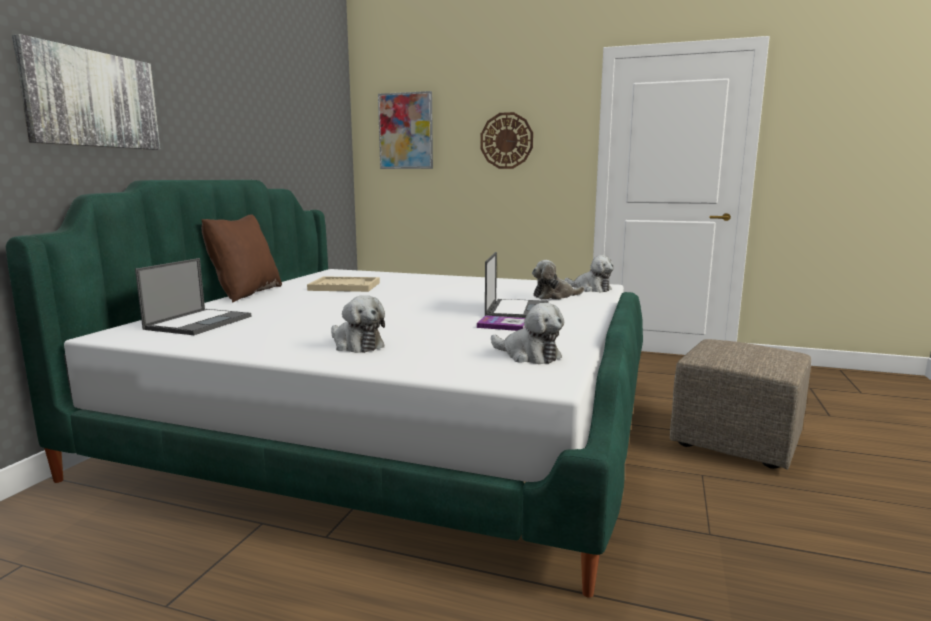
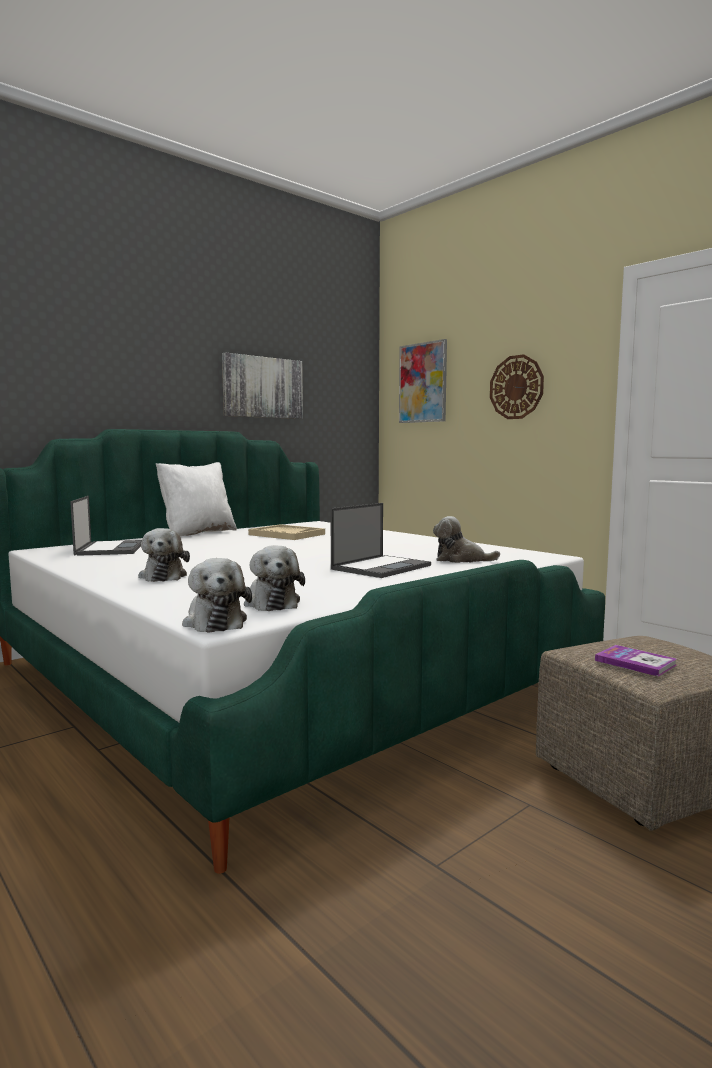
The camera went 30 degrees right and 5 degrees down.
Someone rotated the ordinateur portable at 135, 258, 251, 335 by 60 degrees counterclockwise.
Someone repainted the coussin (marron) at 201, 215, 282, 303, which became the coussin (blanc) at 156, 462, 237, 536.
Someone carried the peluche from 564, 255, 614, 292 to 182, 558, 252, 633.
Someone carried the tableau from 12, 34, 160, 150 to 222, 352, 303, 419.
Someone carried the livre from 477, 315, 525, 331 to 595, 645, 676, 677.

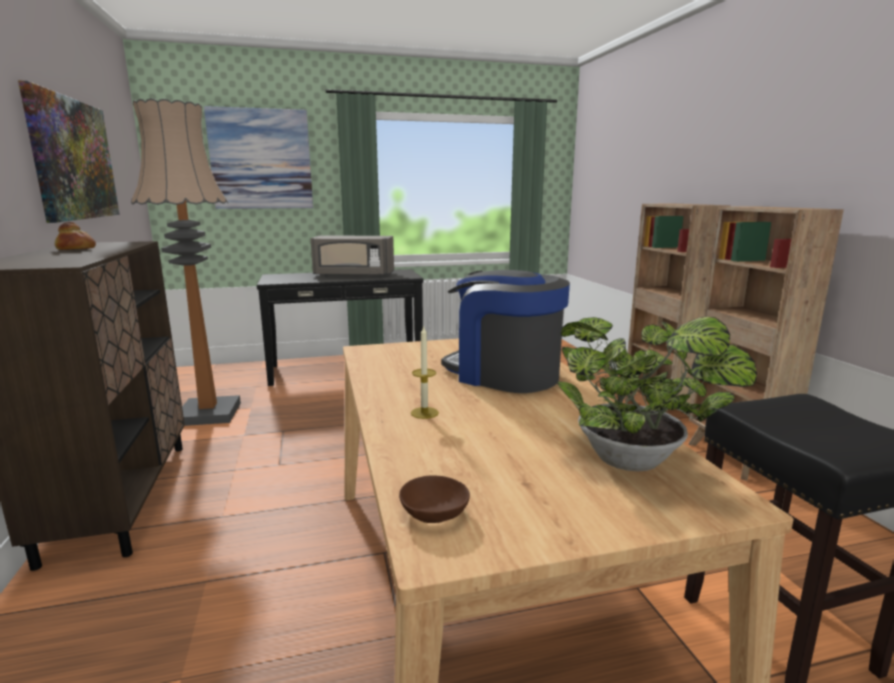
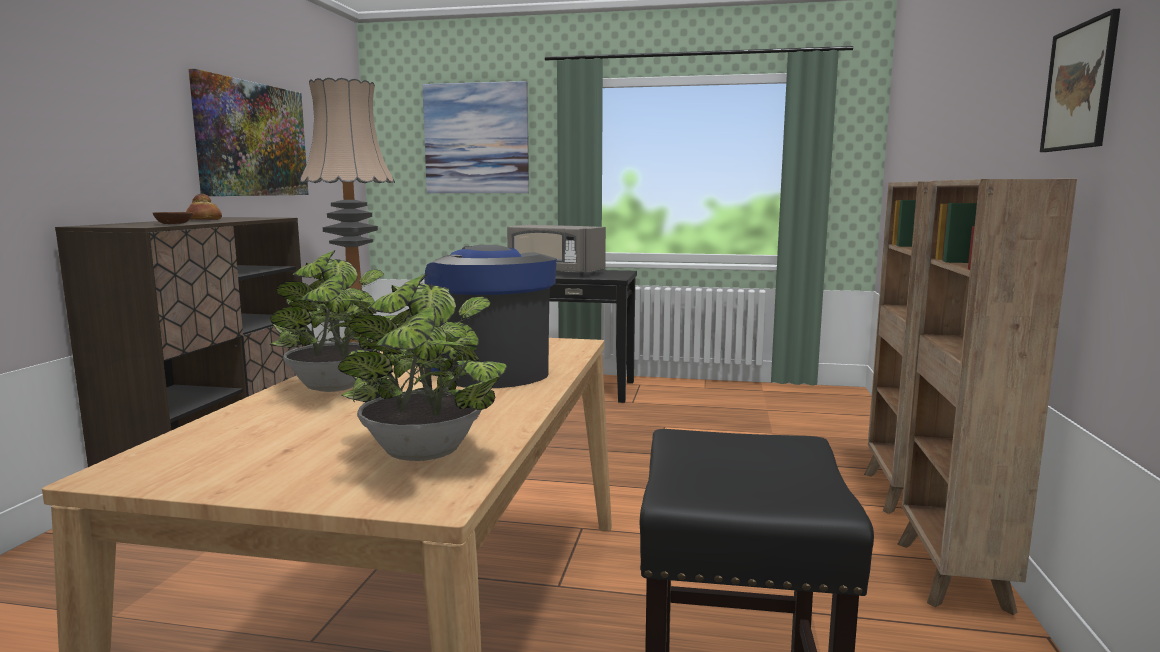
The camera went 25 degrees right and 5 degrees down.
Someone carried the bol (marron) from 399, 475, 470, 523 to 153, 212, 193, 224.
Someone swapped the bougie at 411, 325, 439, 419 for the plante en pot at 270, 250, 384, 392.
Someone put up the tableau at 1040, 9, 1120, 152.

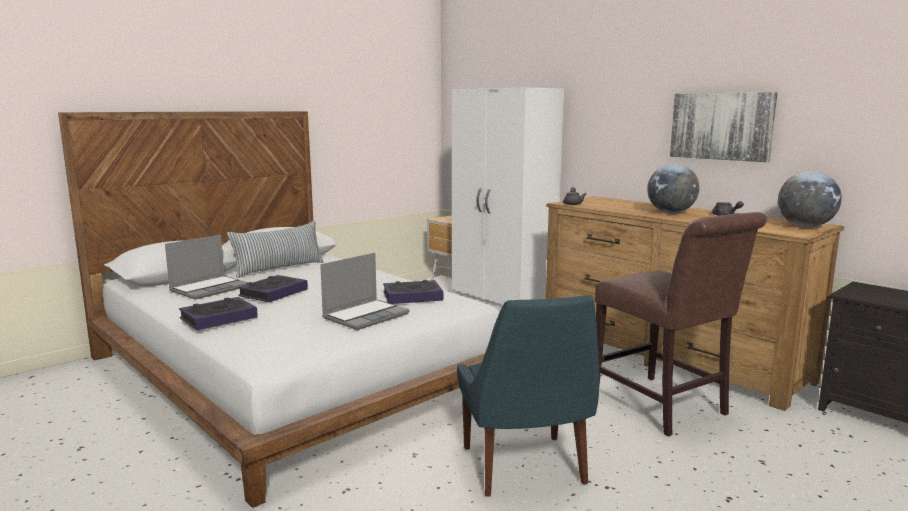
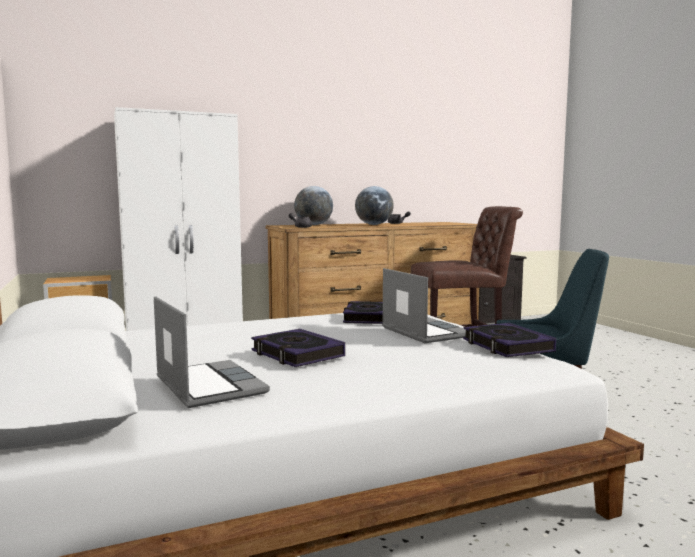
The camera went 70 degrees left and 5 degrees down.
Someone carried the globe from 778, 171, 842, 227 to 294, 186, 333, 225.
Someone carried the livre from 179, 297, 258, 331 to 463, 323, 556, 357.
Someone took away the coussin at 227, 221, 324, 278.
Someone took away the tableau at 670, 92, 778, 162.

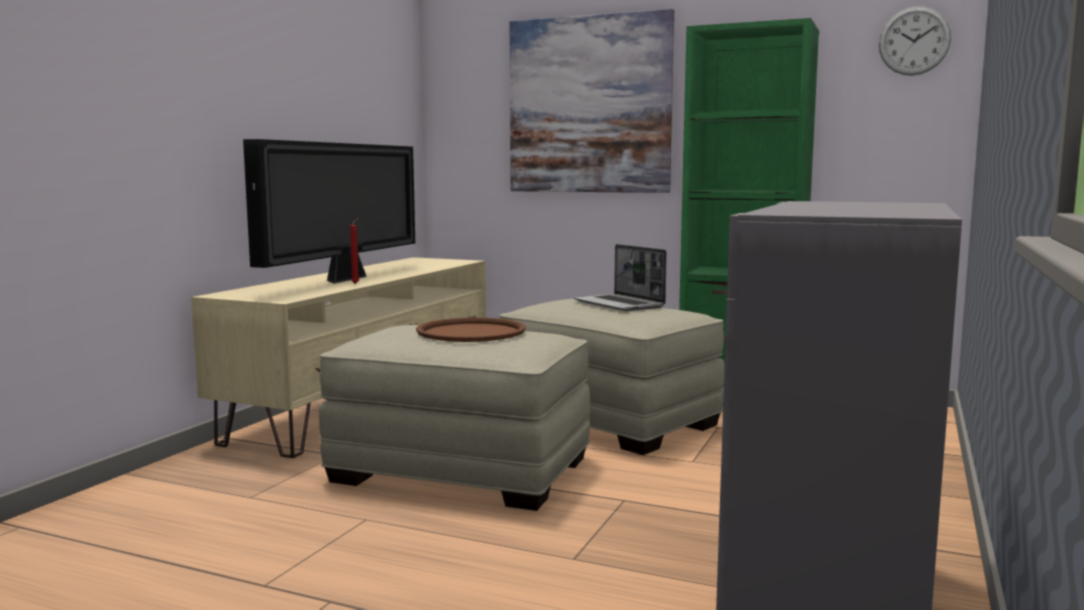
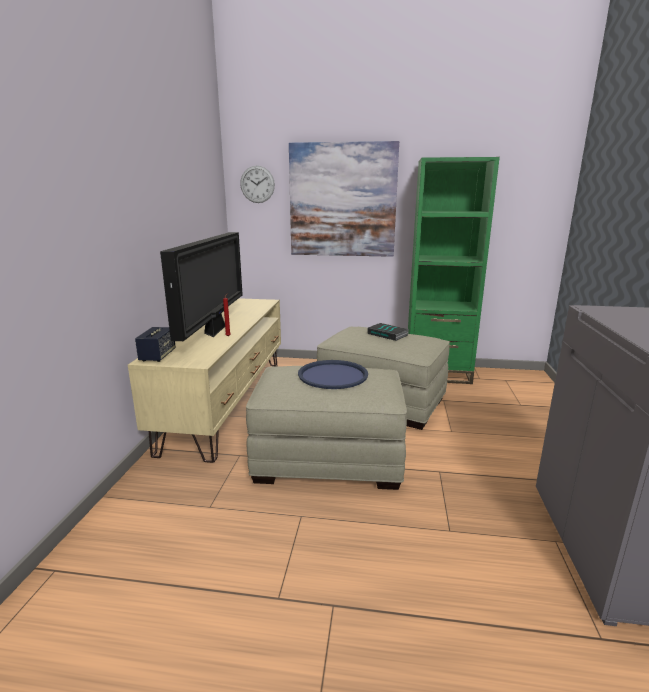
The camera went 15 degrees left and 10 degrees up.
Someone put down the enceinte at 135, 327, 176, 362.
Someone carried the horloge murale from 878, 6, 951, 76 to 240, 166, 275, 203.
Someone repainted the plateau (marron) at 416, 317, 526, 342, which became the plateau (bleu) at 298, 360, 368, 389.
Someone swapped the ordinateur portable at 574, 244, 667, 311 for the livre at 368, 323, 409, 341.

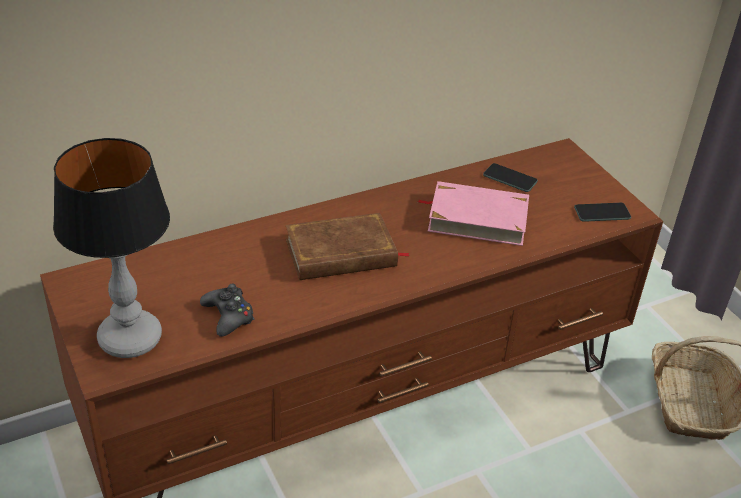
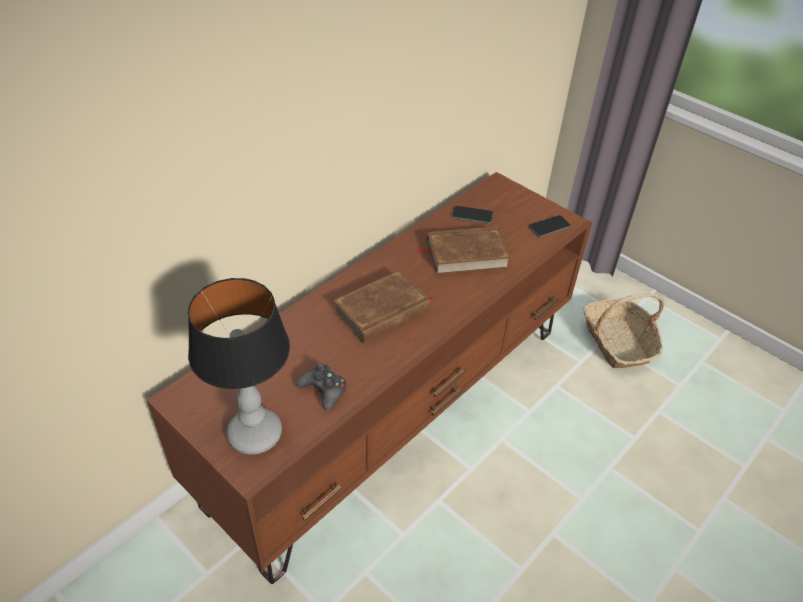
The camera went 20 degrees left and 5 degrees up.
Someone repainted the livre (rose) at 418, 181, 529, 246, which became the livre (marron) at 416, 227, 511, 275.

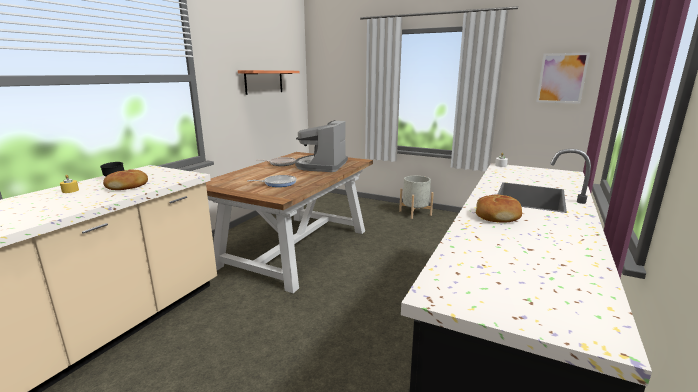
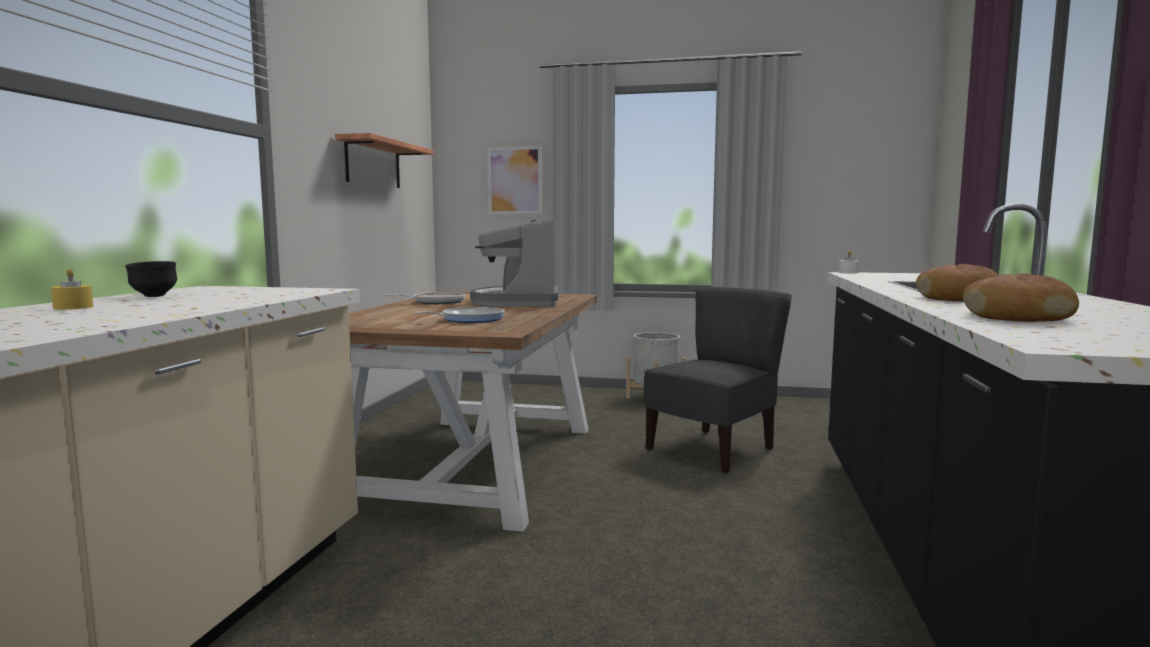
The camera went 15 degrees left and 10 degrees down.
Someone carried the tableau from 536, 53, 590, 104 to 487, 146, 542, 215.
Someone put down the chaise (gris) at 644, 287, 792, 474.
Someone carried the pain from 103, 169, 148, 190 to 963, 273, 1079, 322.

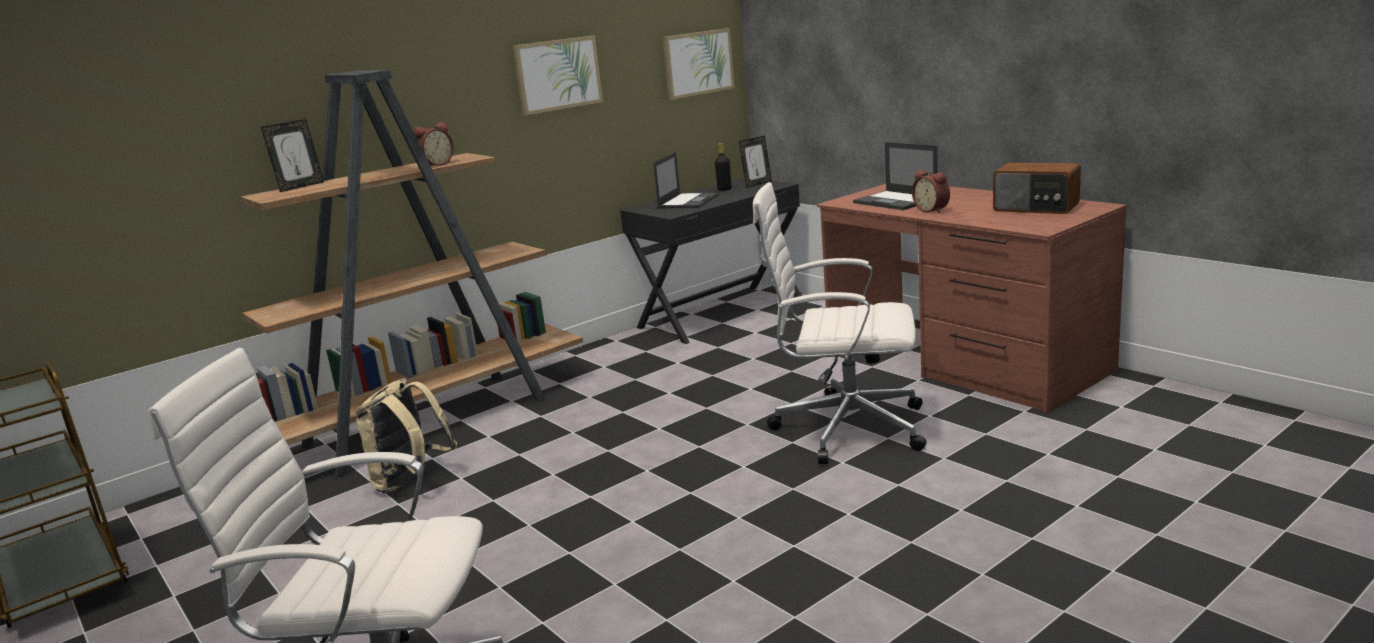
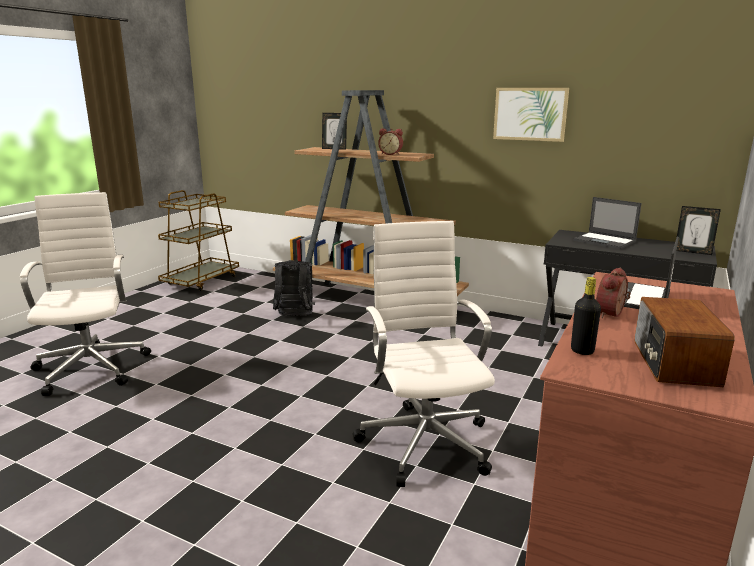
The camera went 65 degrees right and 0 degrees up.
Someone repainted the sac à dos (beige) at 356, 378, 457, 494, which became the sac à dos (noir) at 273, 260, 315, 316.
Someone carried the bouteille (noir) from 715, 143, 731, 191 to 571, 277, 601, 355.
Someone rotated the ordinateur portable at 653, 152, 719, 208 by 45 degrees clockwise.
Someone took away the tableau at 662, 28, 735, 100.

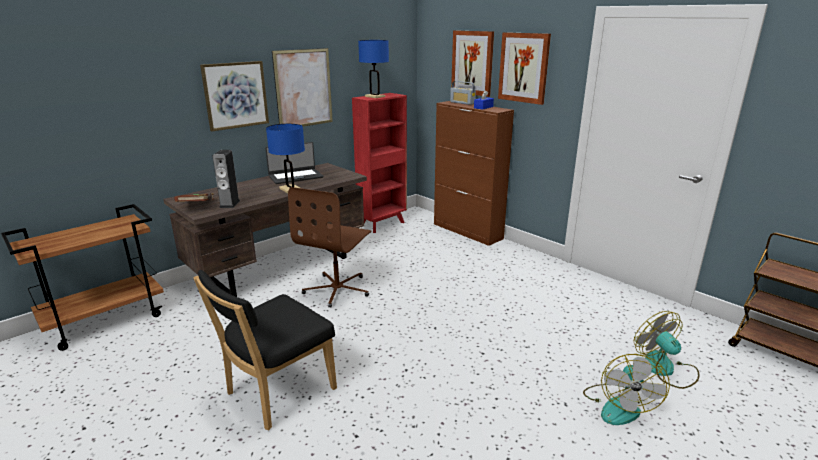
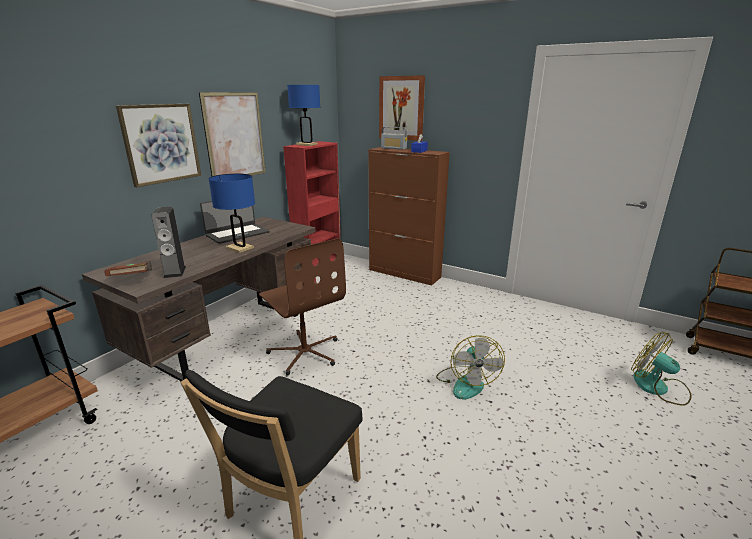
The camera went 15 degrees left and 0 degrees up.
Someone rotated the chaise de bureau (marron) at 288, 187, 371, 308 by 45 degrees counterclockwise.
Someone carried the ventilateur from 583, 354, 670, 425 to 436, 335, 505, 399.
Someone took away the tableau at 498, 32, 551, 105.

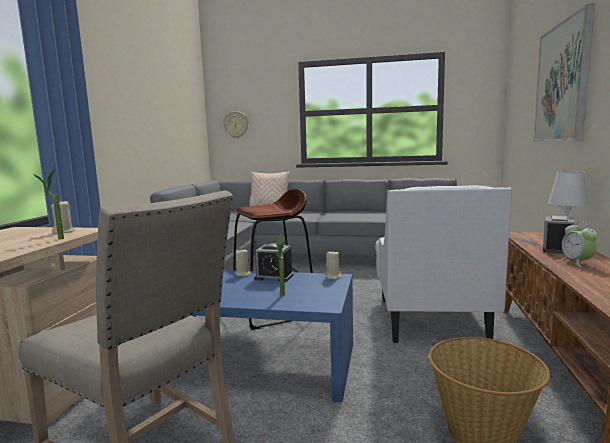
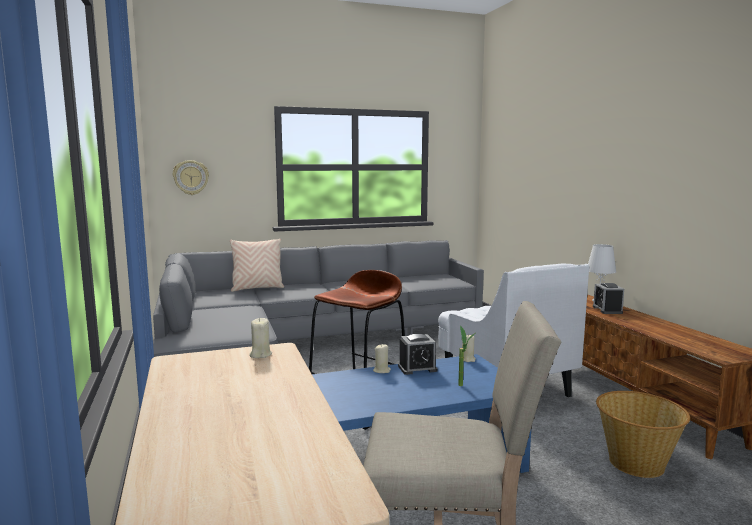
The camera went 30 degrees left and 0 degrees up.
Someone took away the plante en pot at 32, 168, 64, 240.
Someone took away the tableau at 533, 3, 595, 142.
Someone took away the réveil at 560, 221, 597, 267.

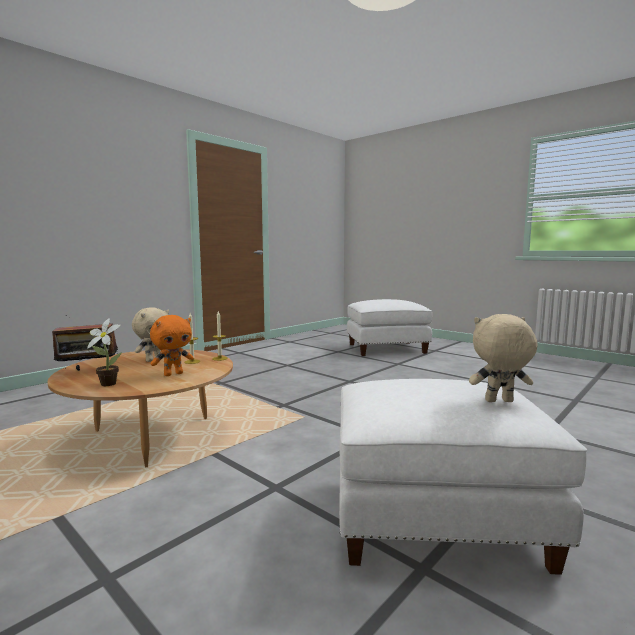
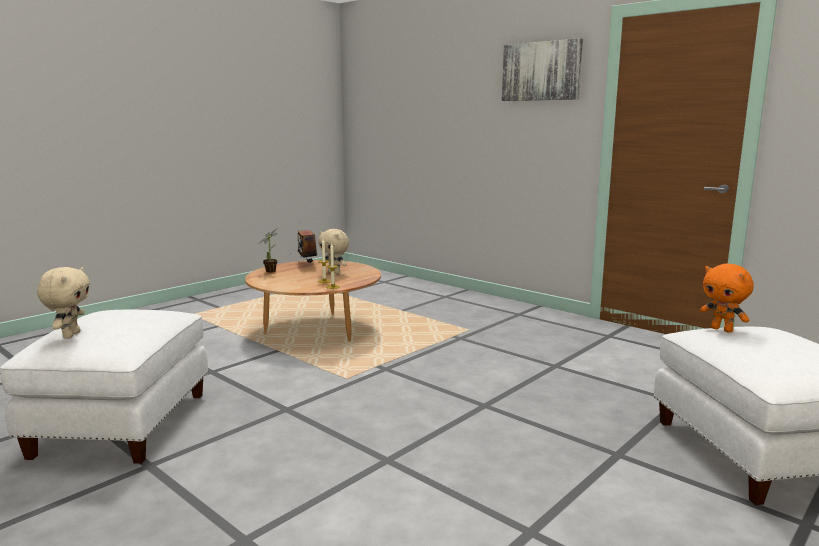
The camera went 90 degrees right and 5 degrees up.
Someone put up the tableau at 502, 38, 583, 101.
Someone carried the peluche (orange) from 150, 315, 194, 376 to 700, 264, 754, 332.

